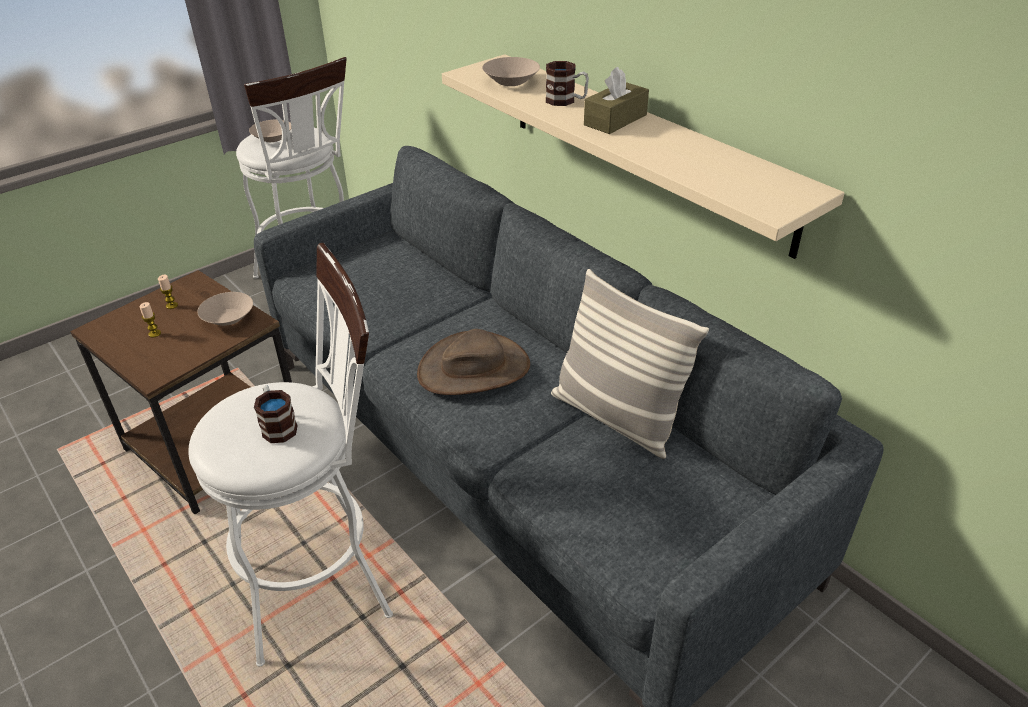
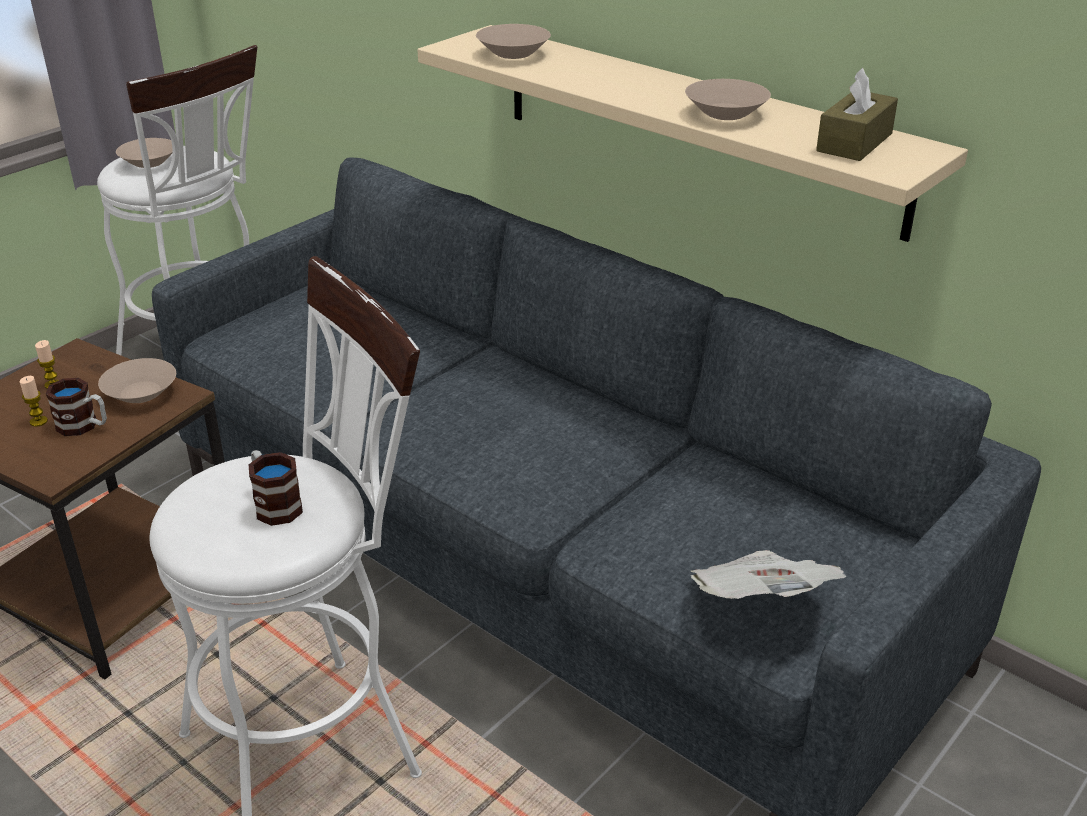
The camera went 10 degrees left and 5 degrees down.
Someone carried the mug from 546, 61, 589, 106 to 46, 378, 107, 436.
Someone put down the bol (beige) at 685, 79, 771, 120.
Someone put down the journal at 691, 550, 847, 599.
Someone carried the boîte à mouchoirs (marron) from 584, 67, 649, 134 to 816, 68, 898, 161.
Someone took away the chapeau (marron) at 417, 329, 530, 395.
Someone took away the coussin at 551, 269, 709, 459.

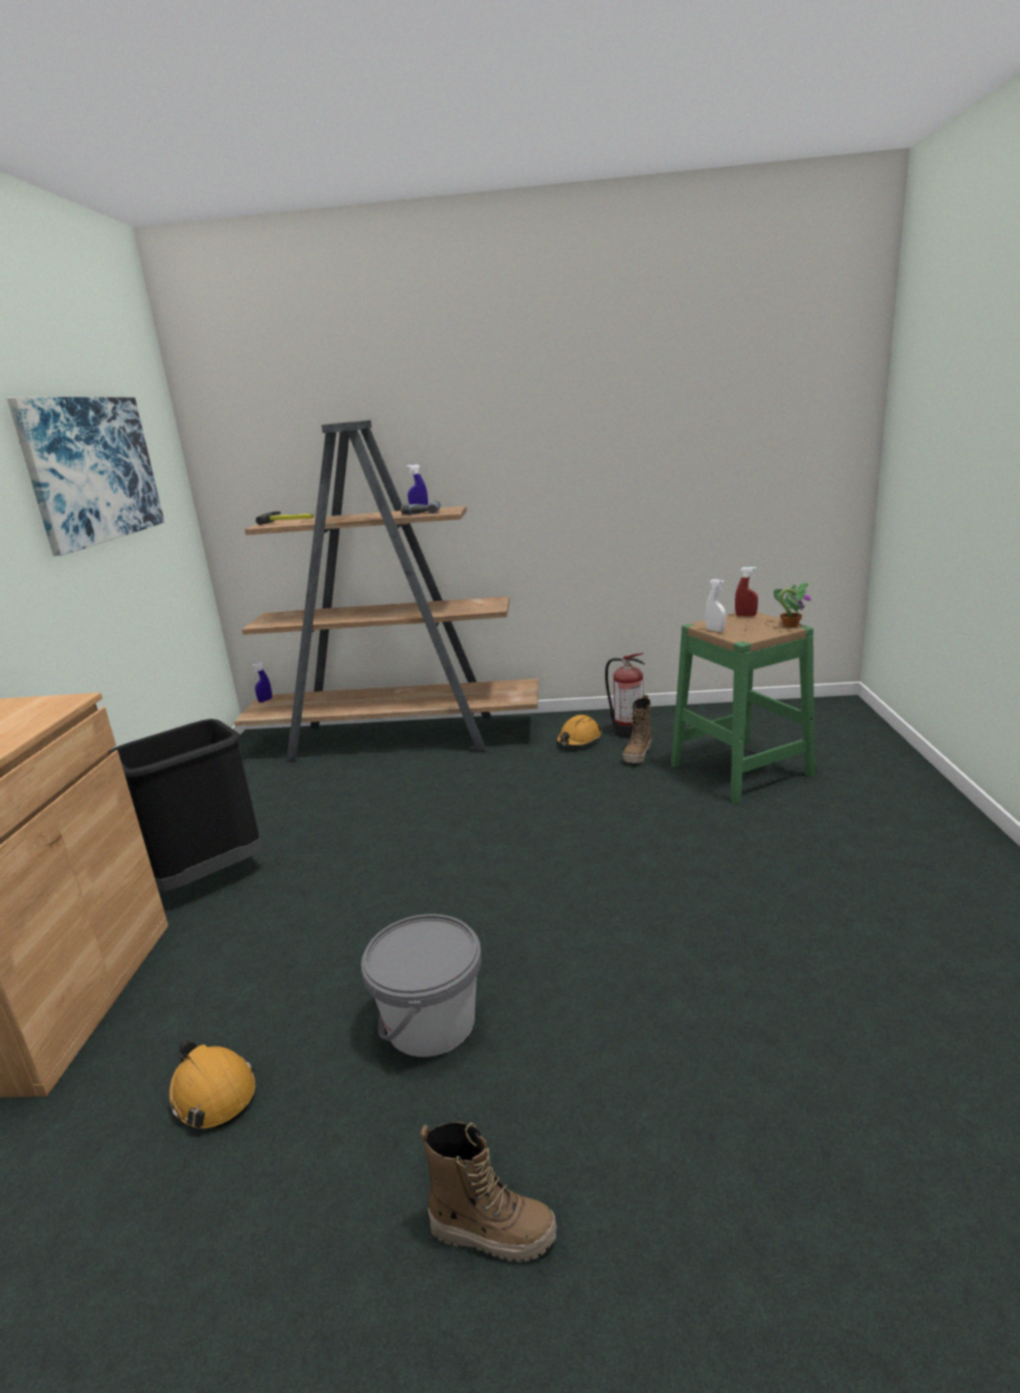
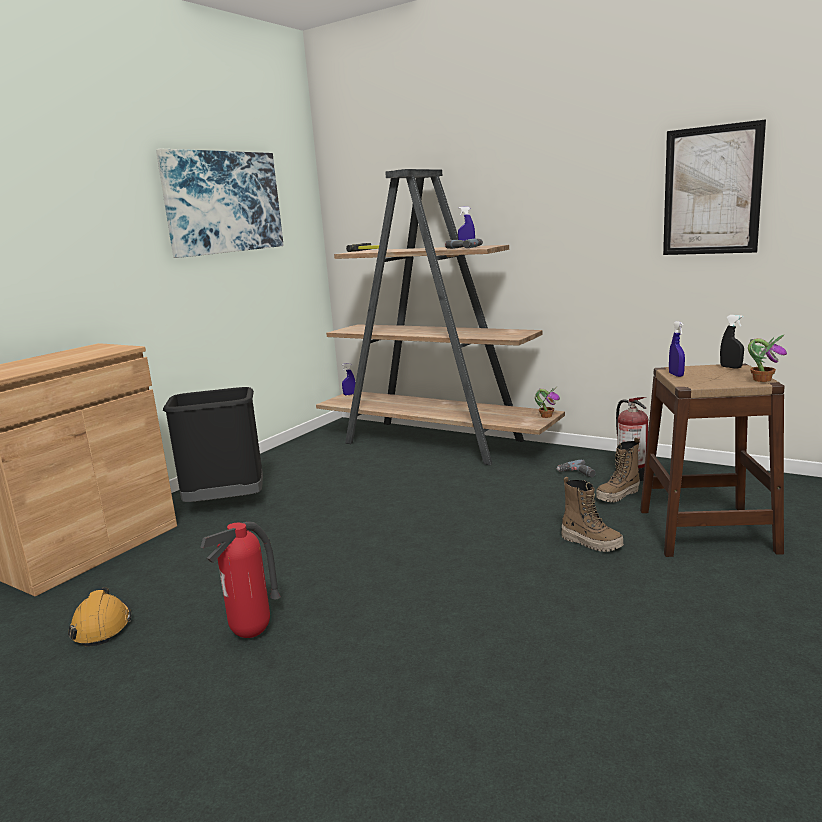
The camera went 30 degrees right and 5 degrees down.
Someone swapped the seau (gris) at 361, 914, 482, 1057 for the extincteur at 200, 522, 281, 638.
Someone put down the plante en pot at 535, 387, 560, 418.
Someone swapped the casque de chantier (orange) at 556, 715, 602, 747 for the perceuse at 556, 459, 596, 478.
Someone carried the botte from 420, 1122, 557, 1262 to 561, 477, 624, 552.
Someone repainted the tabouret (vert) at 671, 612, 815, 803, which became the tabouret (marron) at 640, 364, 785, 557.
Someone put up the tableau at 663, 119, 766, 255.
Someone repainted the vaporisateur (blanc) at 705, 579, 726, 632, which became the vaporisateur (bleu) at 669, 321, 685, 377.
Someone repainted the vaporisateur (rouge) at 735, 567, 758, 617, which became the vaporisateur (noir) at 720, 315, 744, 369.

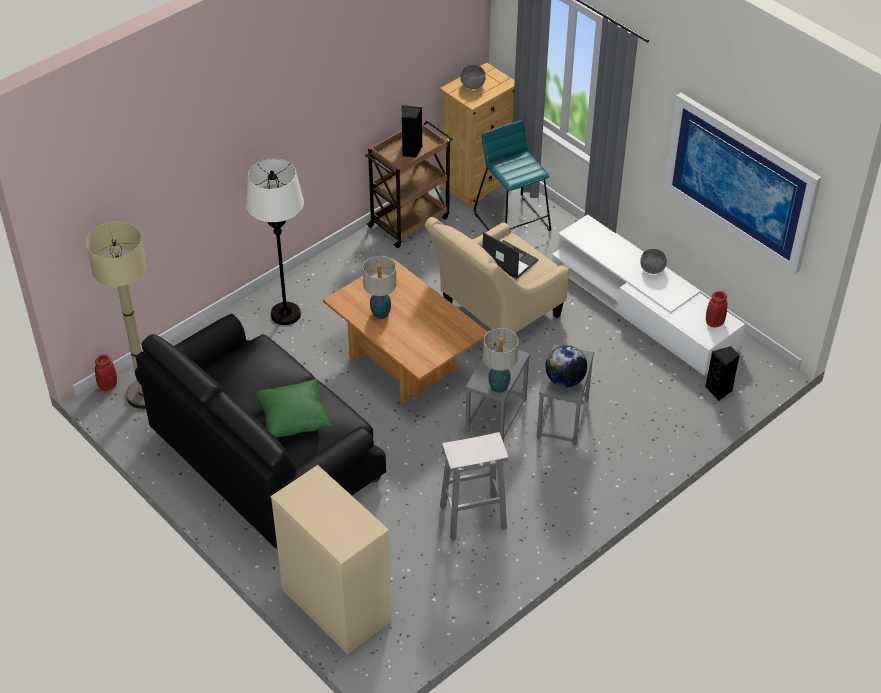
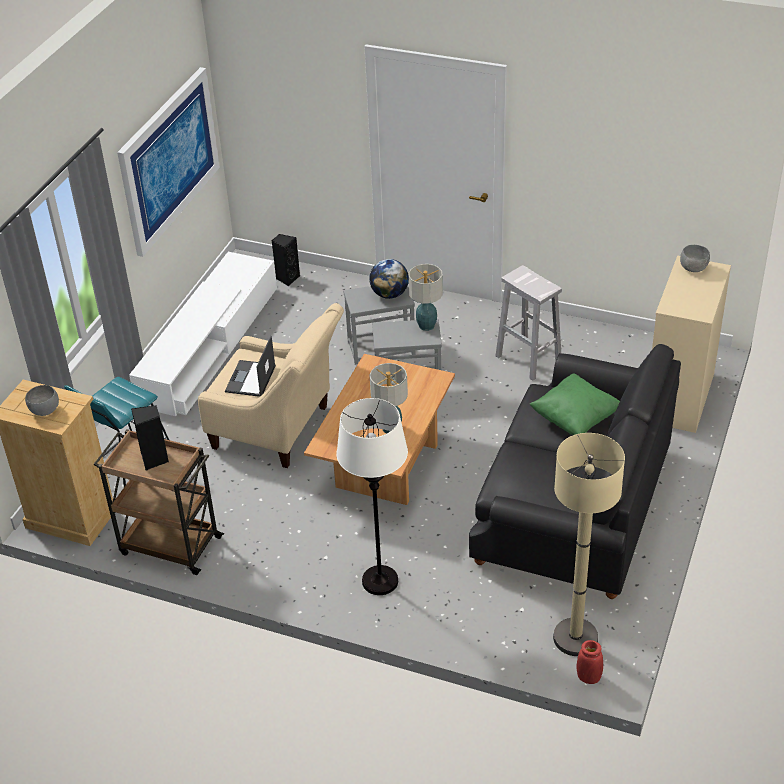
The camera went 115 degrees left and 5 degrees down.
Someone carried the bol (gris) from 640, 249, 667, 274 to 680, 245, 710, 272.
Someone took away the vase (rouge) at 706, 291, 727, 327.

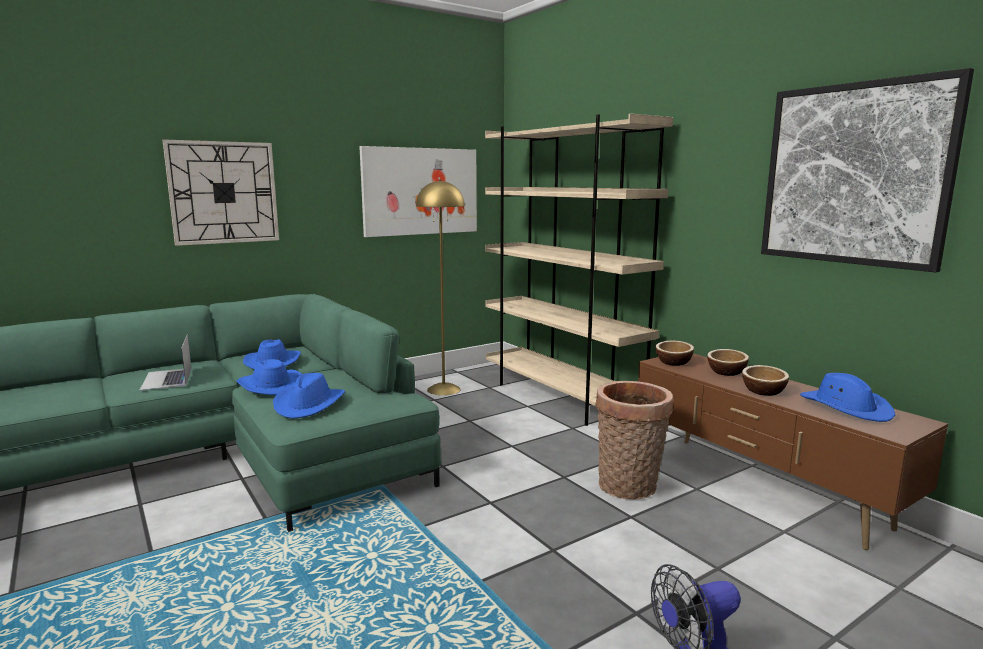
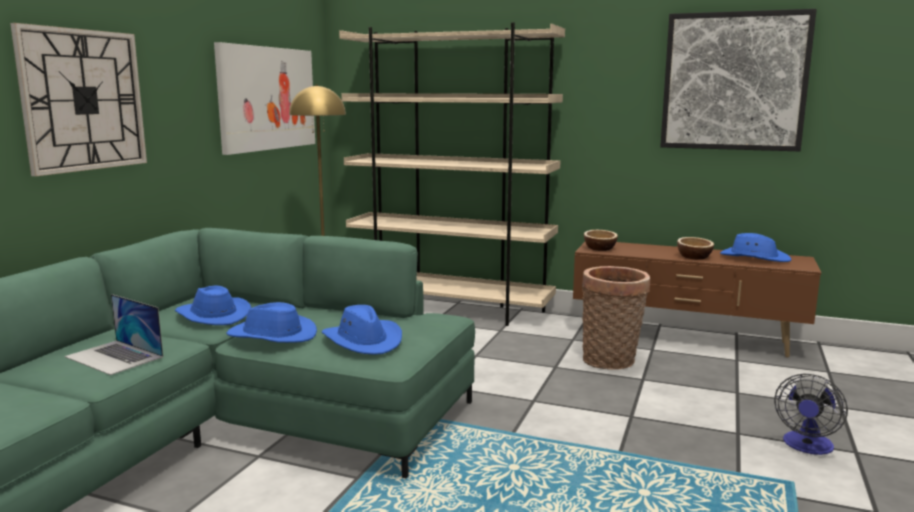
The camera went 35 degrees left and 0 degrees up.
Someone took away the bol at 707, 349, 749, 376.

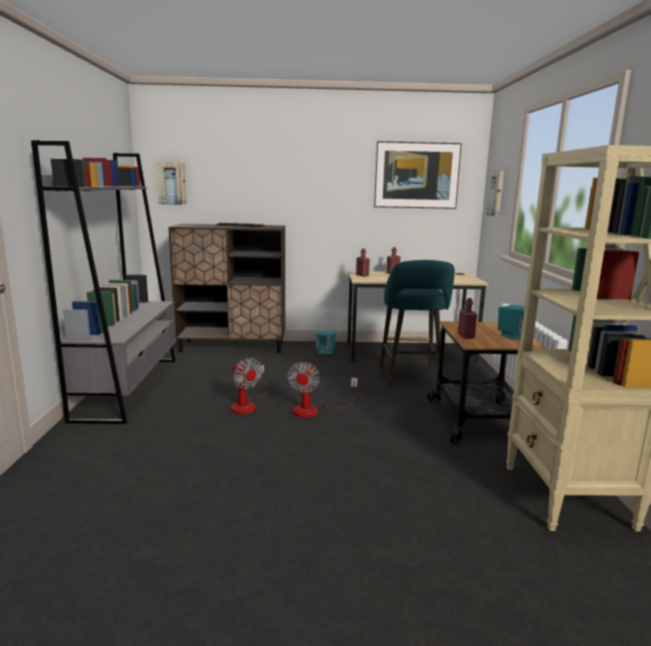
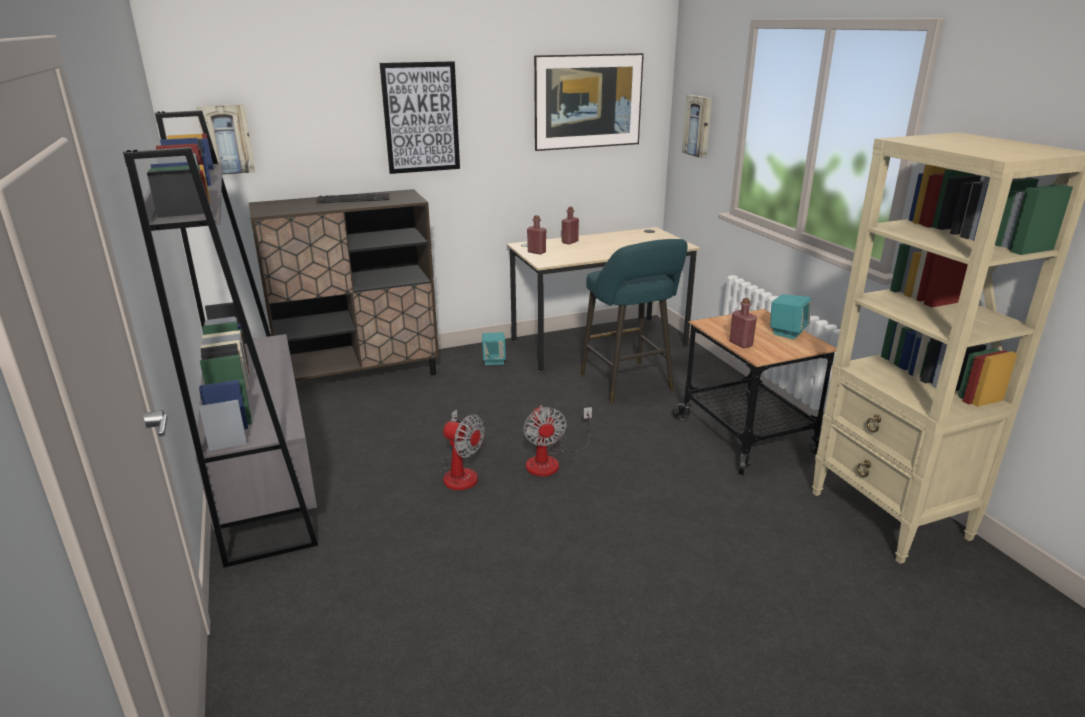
The camera went 20 degrees left and 10 degrees up.
Someone put up the tableau at 380, 61, 460, 174.

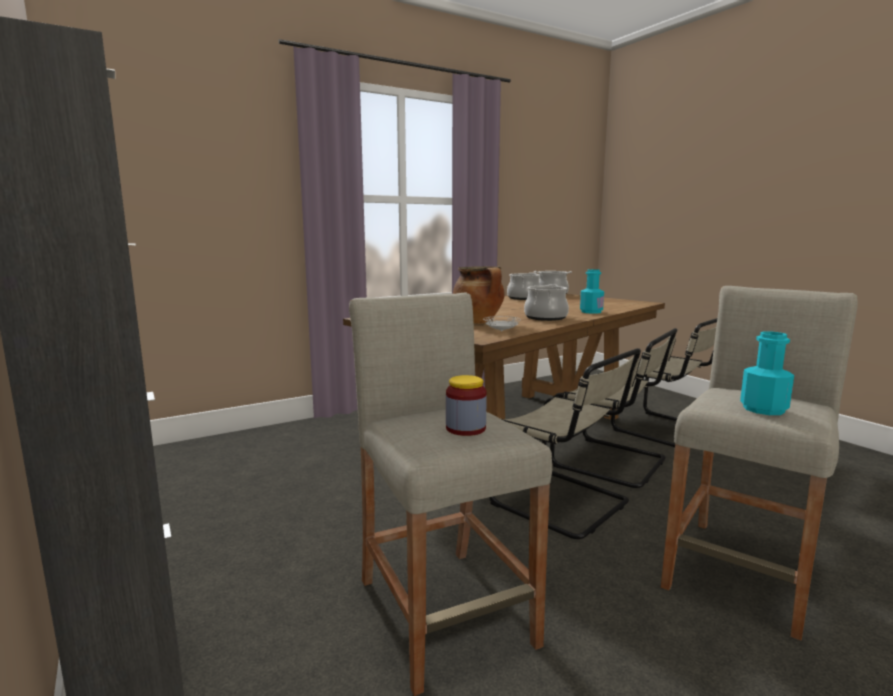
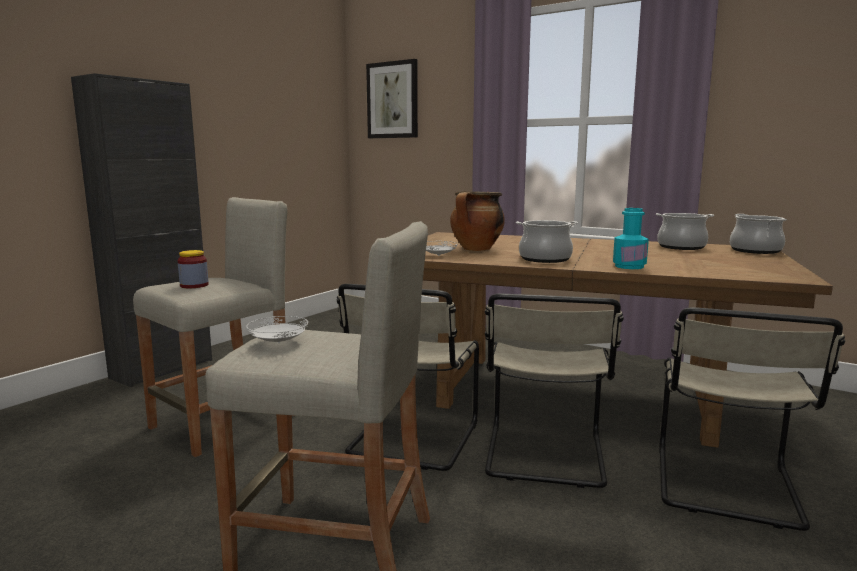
The camera went 65 degrees right and 0 degrees up.
Someone swapped the bouteille (turquoise) at 740, 331, 794, 415 for the assiette (blanc) at 246, 316, 308, 343.
Someone put up the tableau at 366, 59, 418, 138.

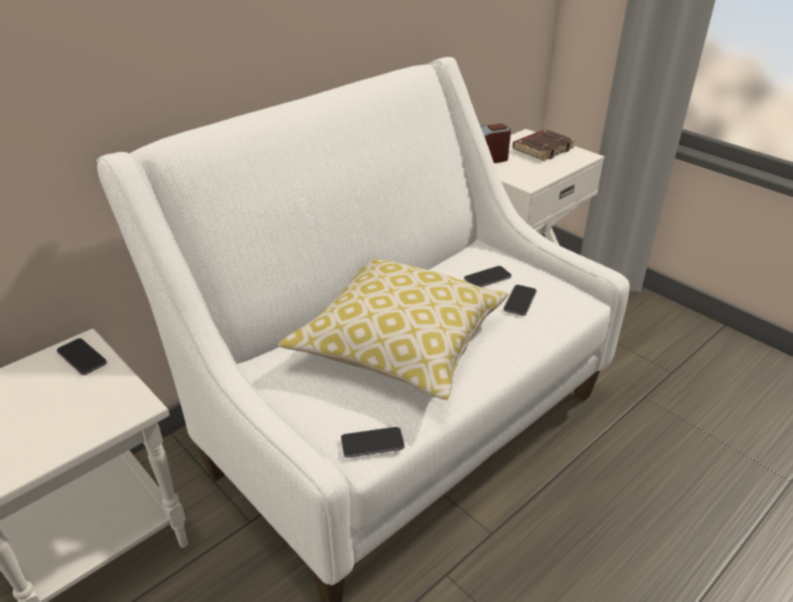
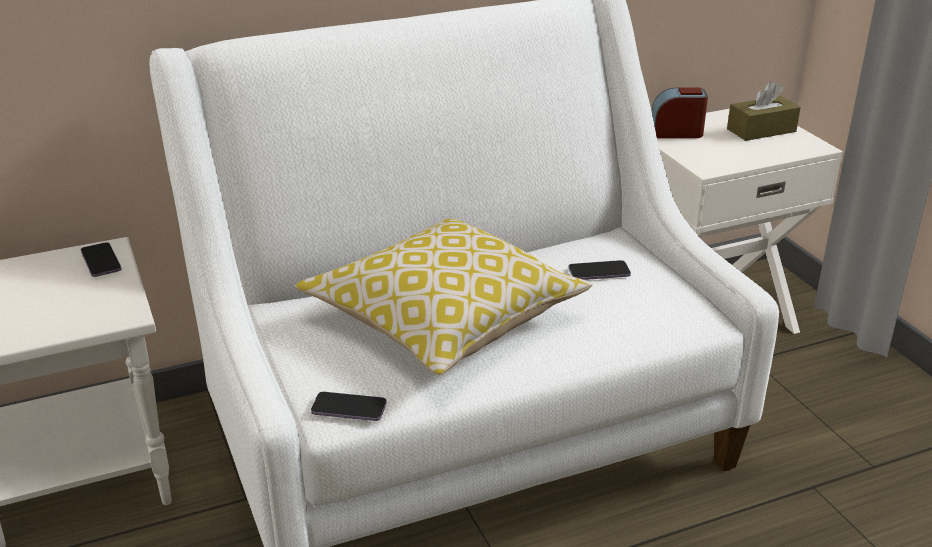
The camera went 20 degrees right and 5 degrees down.
Someone swapped the livre (marron) at 513, 129, 575, 161 for the boîte à mouchoirs (marron) at 727, 81, 801, 141.
Someone took away the téléphone at 504, 285, 536, 316.

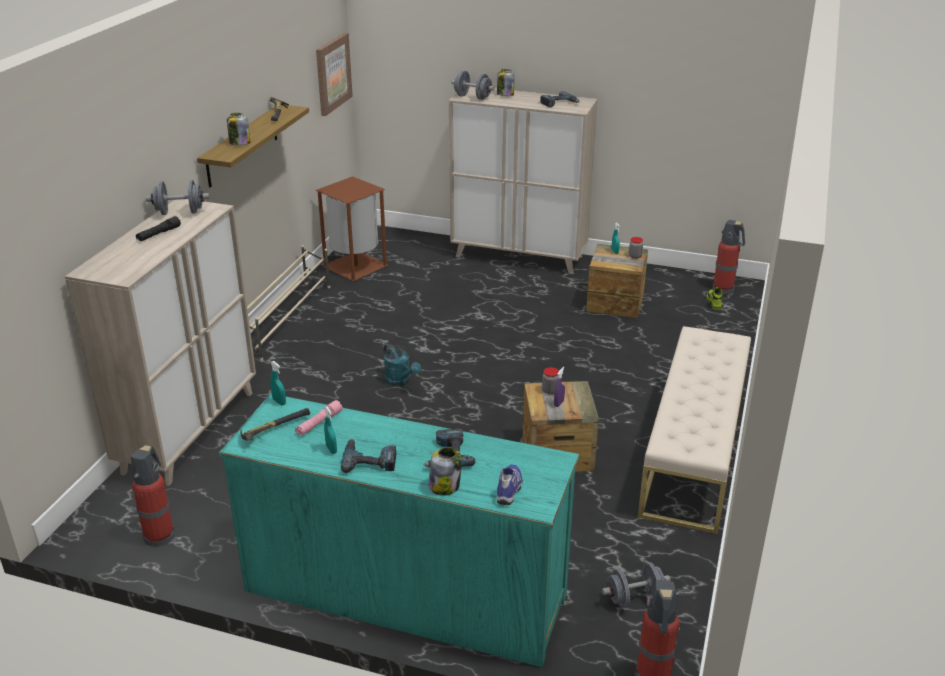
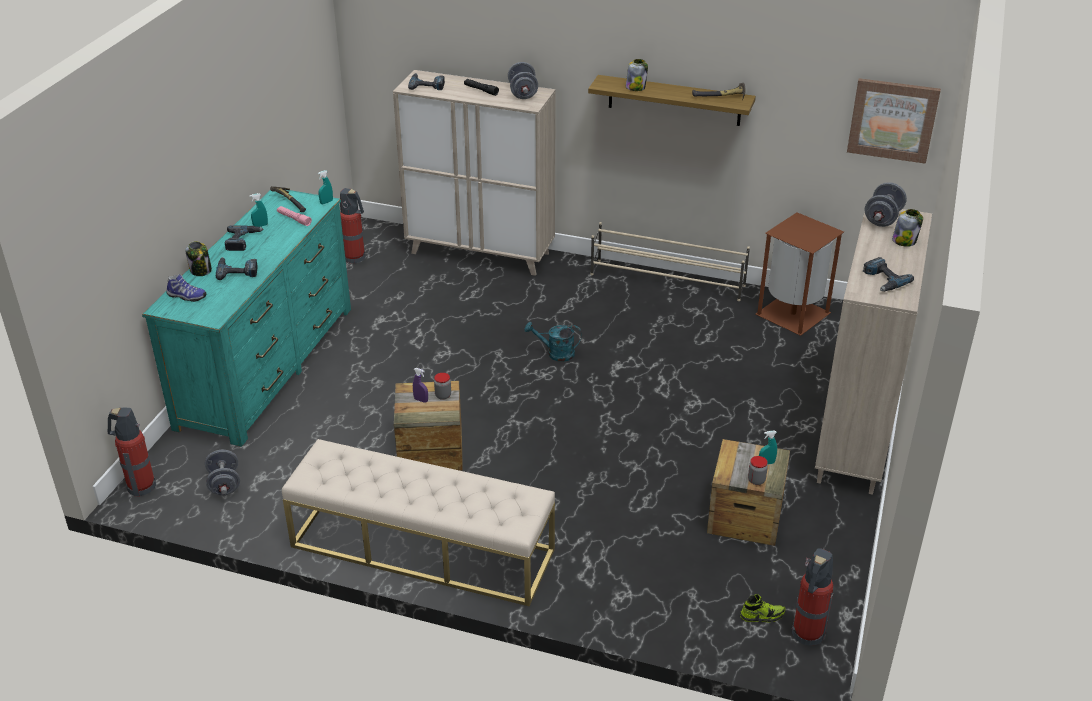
The camera went 90 degrees right and 5 degrees up.
Someone put down the perceuse at 408, 73, 445, 90.
Someone rotated the arrosoir (turquoise) at 383, 344, 421, 386 by 45 degrees clockwise.

